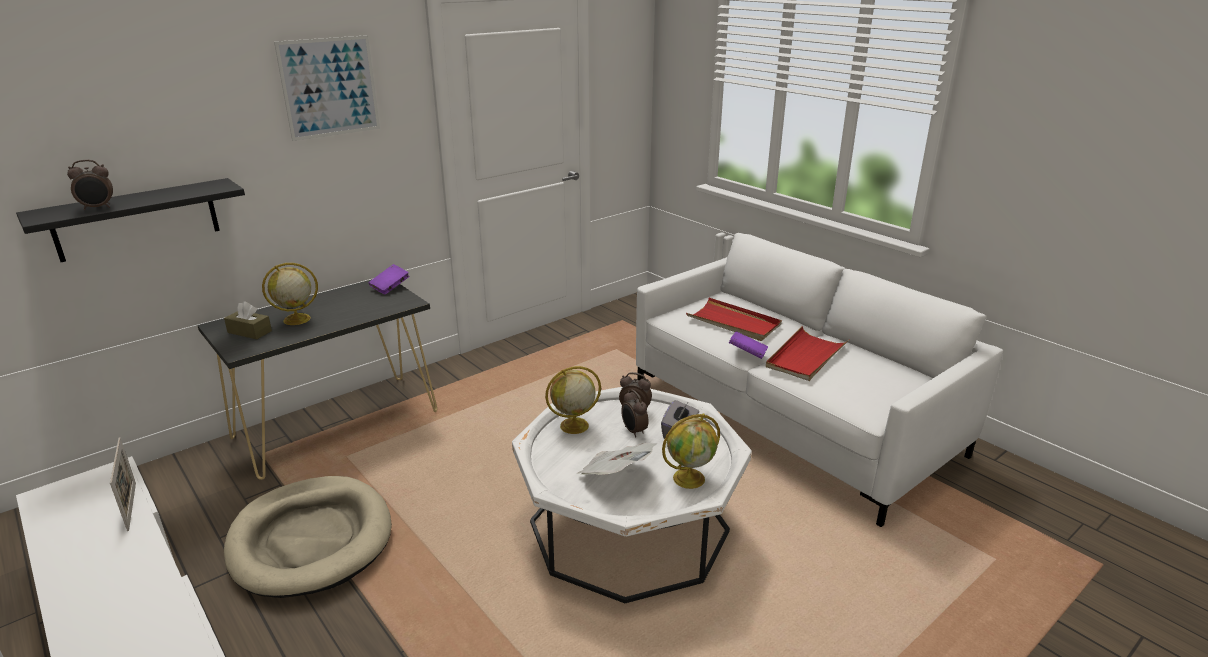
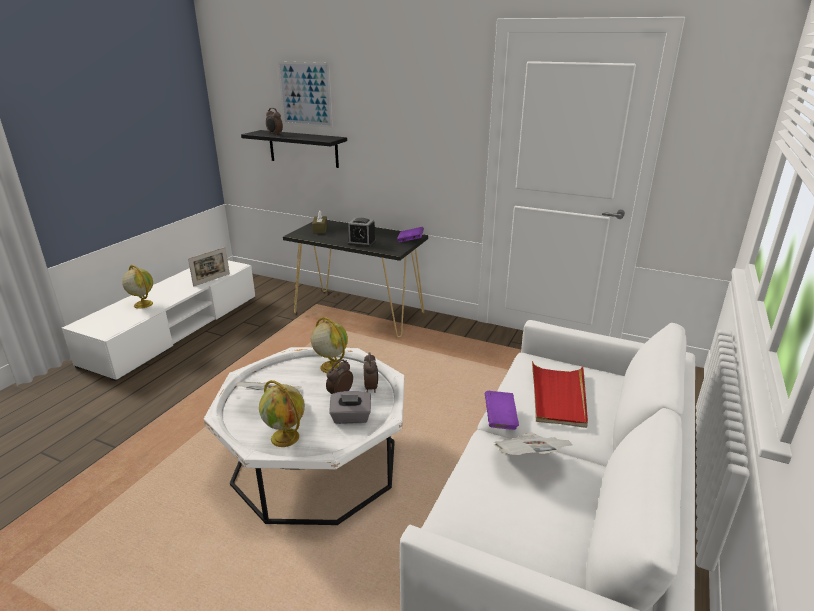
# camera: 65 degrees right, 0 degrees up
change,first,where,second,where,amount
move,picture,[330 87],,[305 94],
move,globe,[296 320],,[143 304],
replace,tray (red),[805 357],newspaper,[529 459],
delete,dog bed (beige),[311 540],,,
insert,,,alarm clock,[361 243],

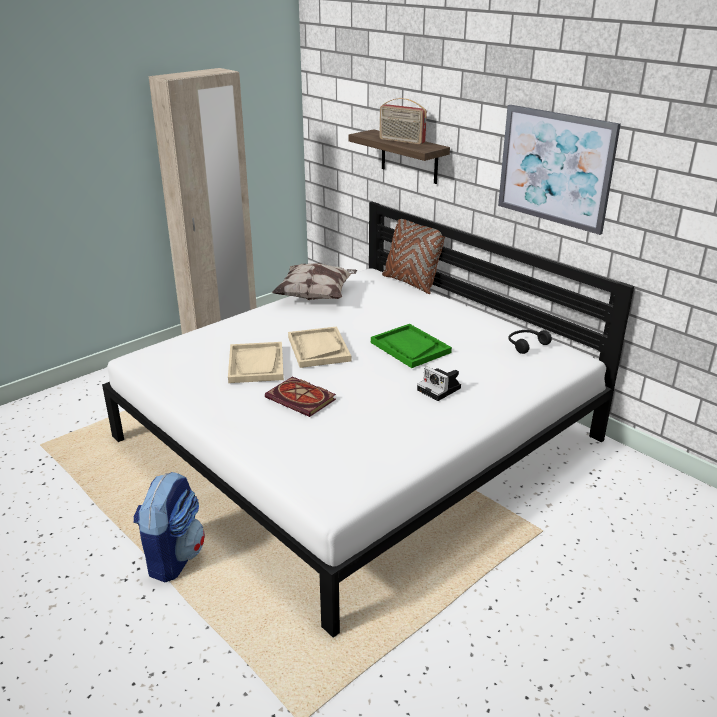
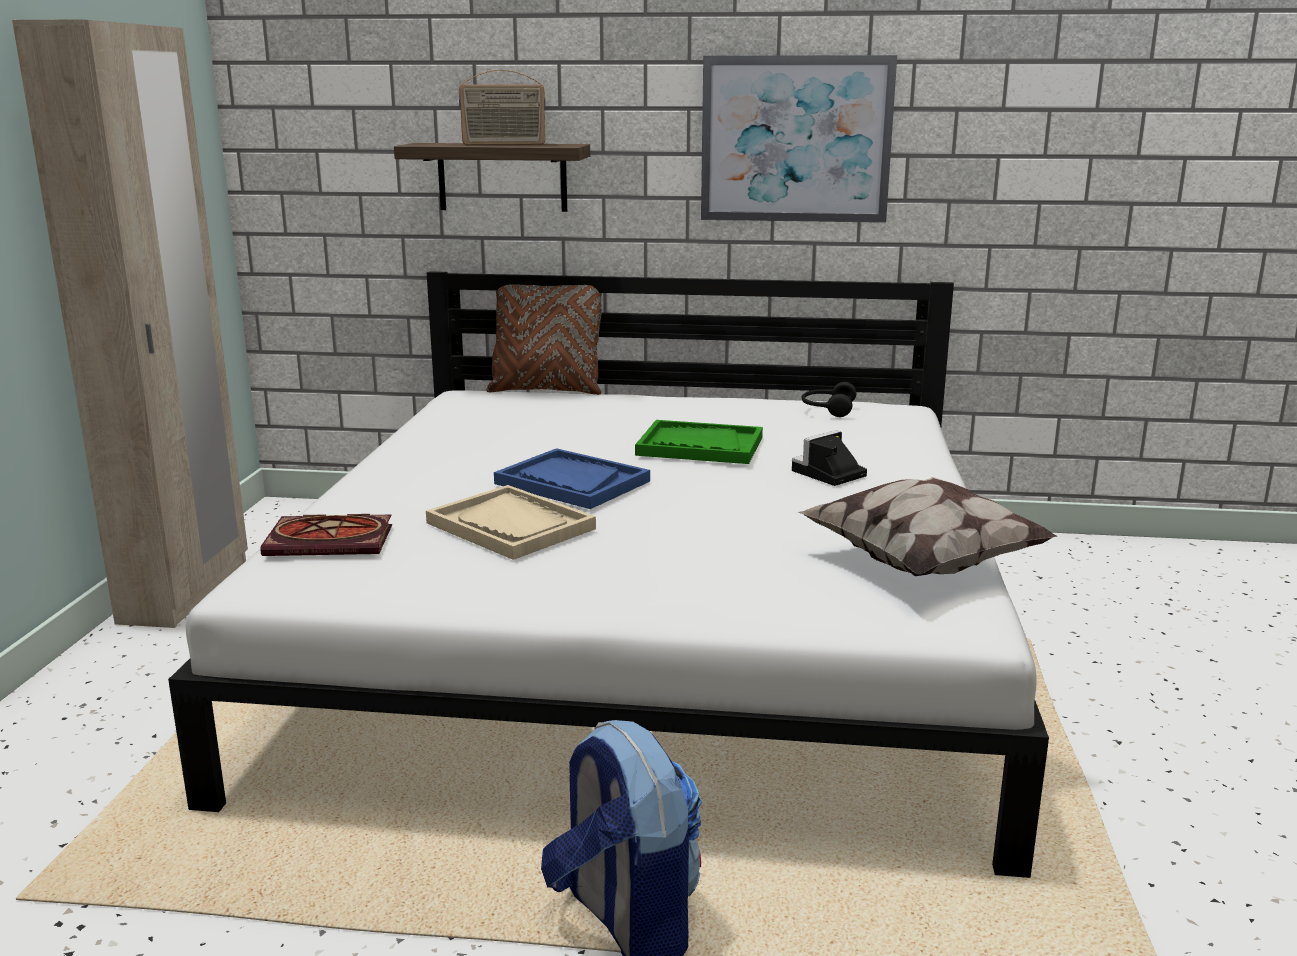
# camera: 40 degrees left, 10 degrees down
change,first,where,second,where,amount
move,pillow,[316 296],,[921 563],
recolor,tray (beige),[318 349],tray (blue),[571 482],
rotate,photo camera,[440 389],,[827 474],135 degrees clockwise
move,book,[302 399],,[333 540],

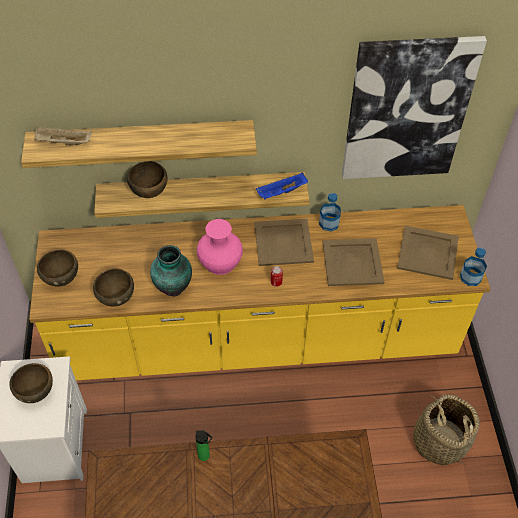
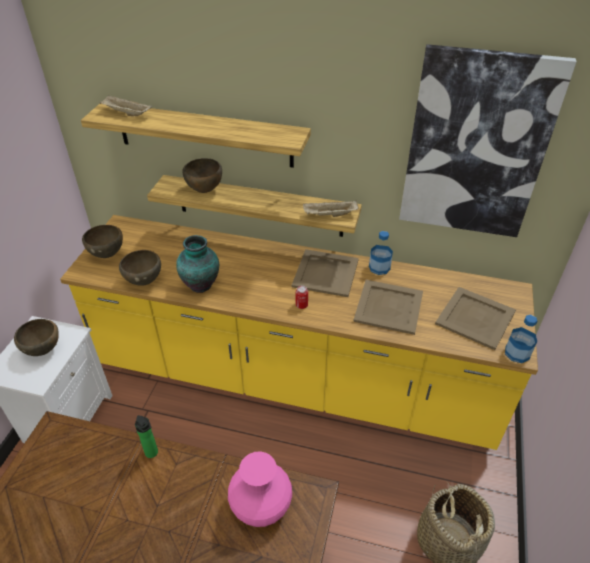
# camera: 20 degrees right, 10 degrees down
change,first,where,second,where,amount
recolor,tray (blue),[281 192],tray (beige),[329 215],
move,vase (pink),[220 262],,[261 505],

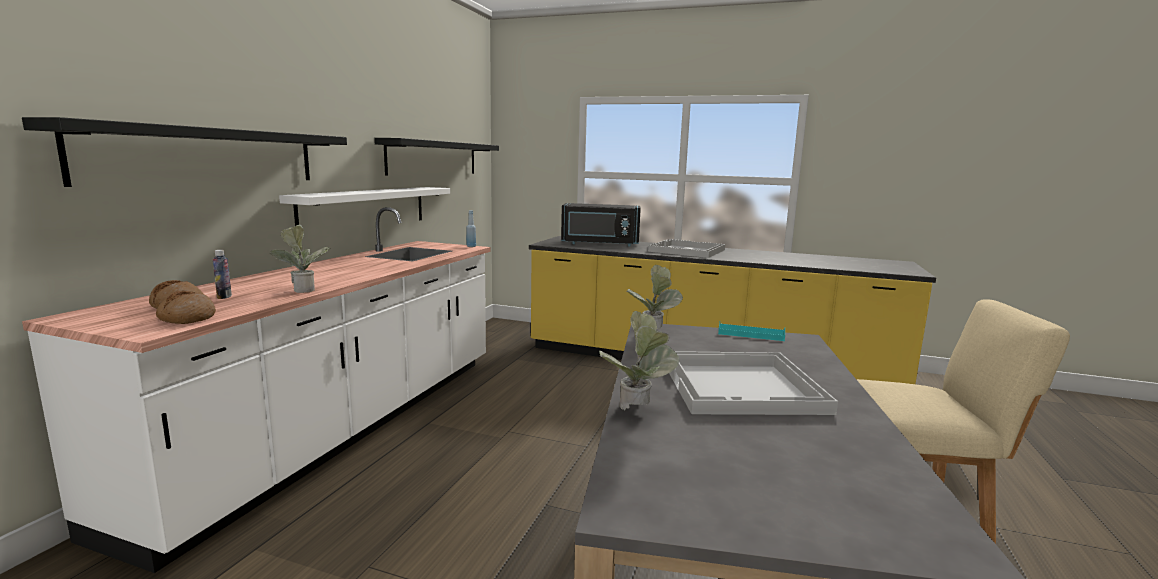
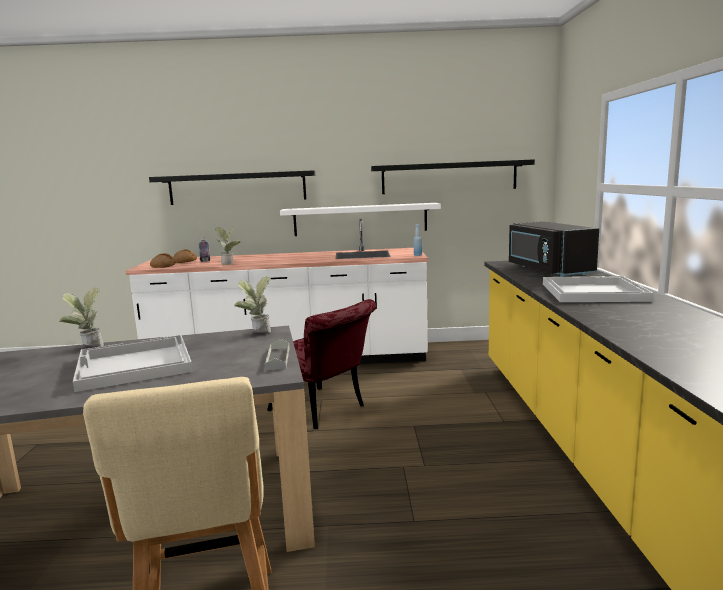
# camera: 70 degrees right, 0 degrees up
change,first,where,second,where,amount
recolor,tray (turquoise),[750 334],tray (grey),[278 358],
insert,,,chair (red),[324 410],

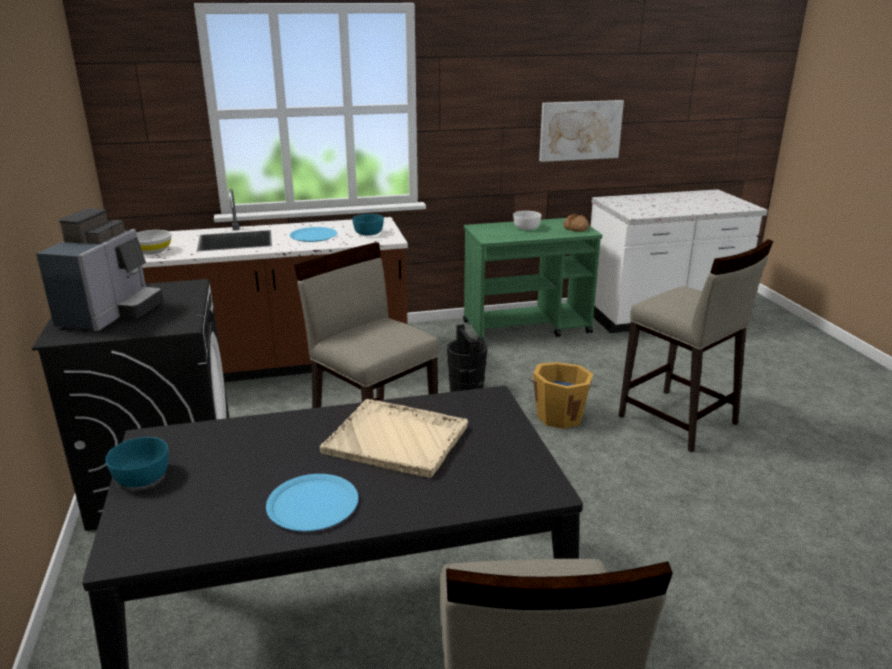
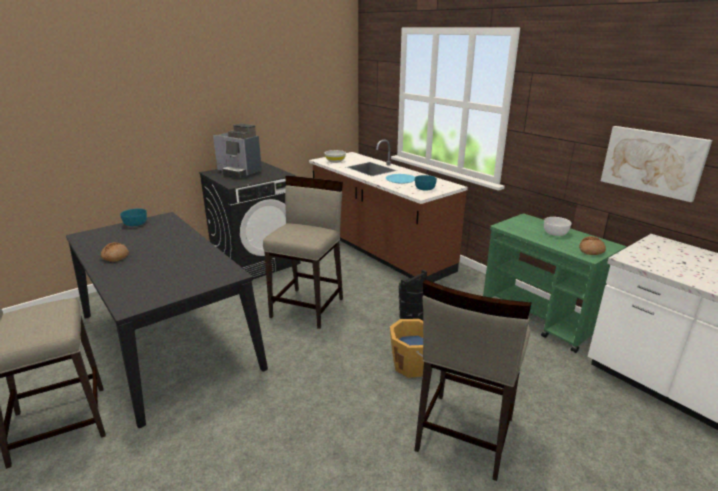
# camera: 65 degrees right, 0 degrees up
change,first,where,second,where,amount
rotate,coffee machine,[111 314],,[239 172],45 degrees clockwise
delete,tray (beige),[397 440],,,
replace,plate (blue),[312 504],bread,[115 256],

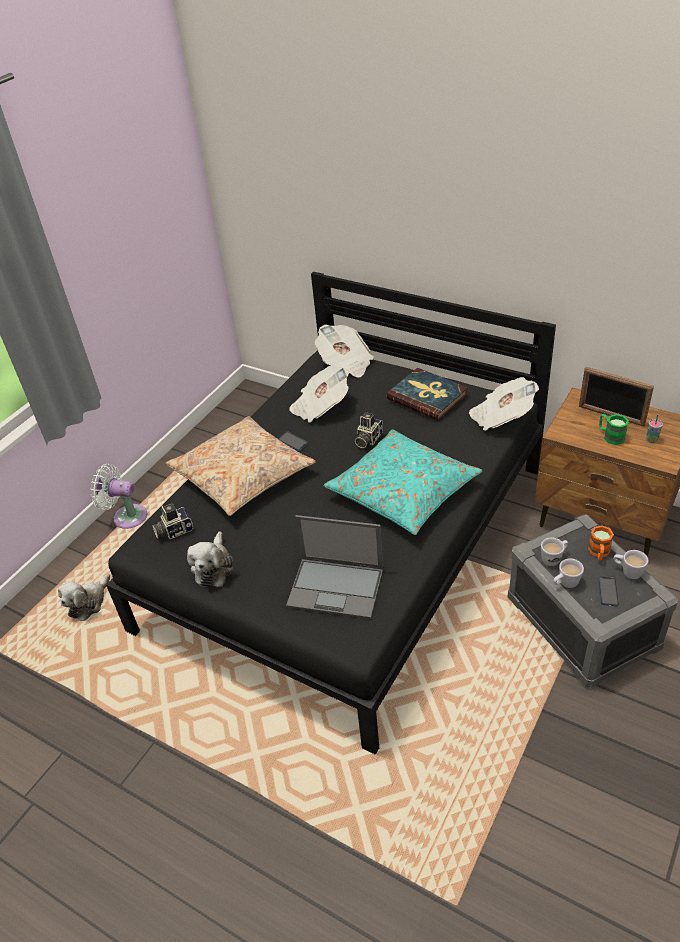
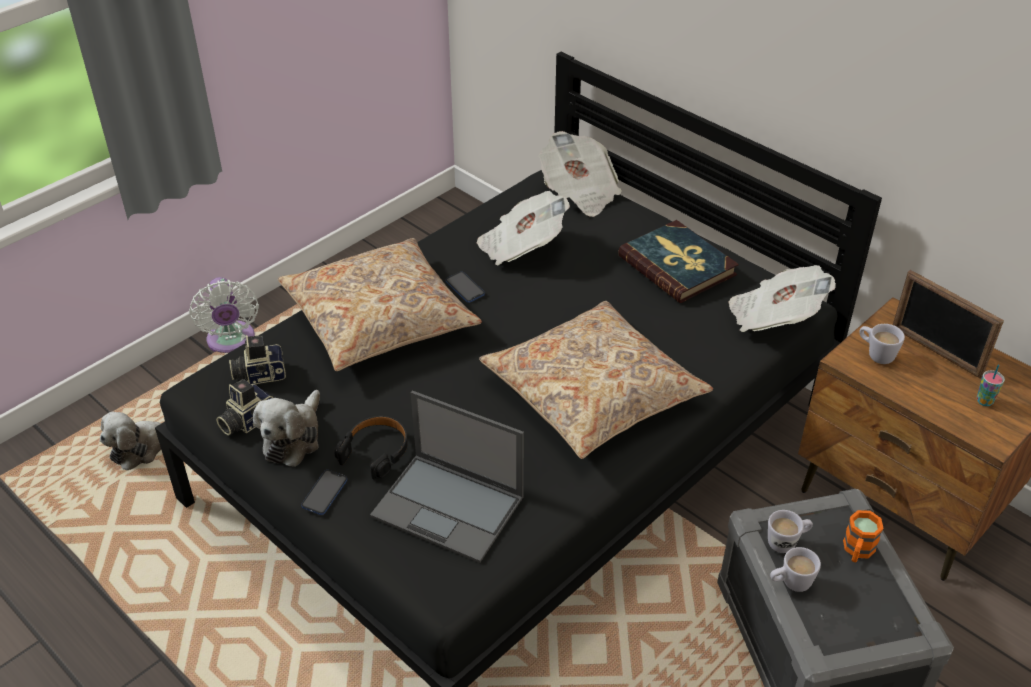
# camera: 10 degrees right, 0 degrees up
change,first,where,second,where,amount
move,photo camera,[367 439],,[246 420],
delete,mug (green),[610 436],,,
recolor,pillow (turquoise),[403 491],pillow (beige),[593 393],
rotate,fan (white),[127 516],,[231 342],135 degrees counterclockwise
move,mug (white),[627 571],,[875 354],
move,phone,[608 592],,[324 493],
insert,,,headphones (black),[376 451],

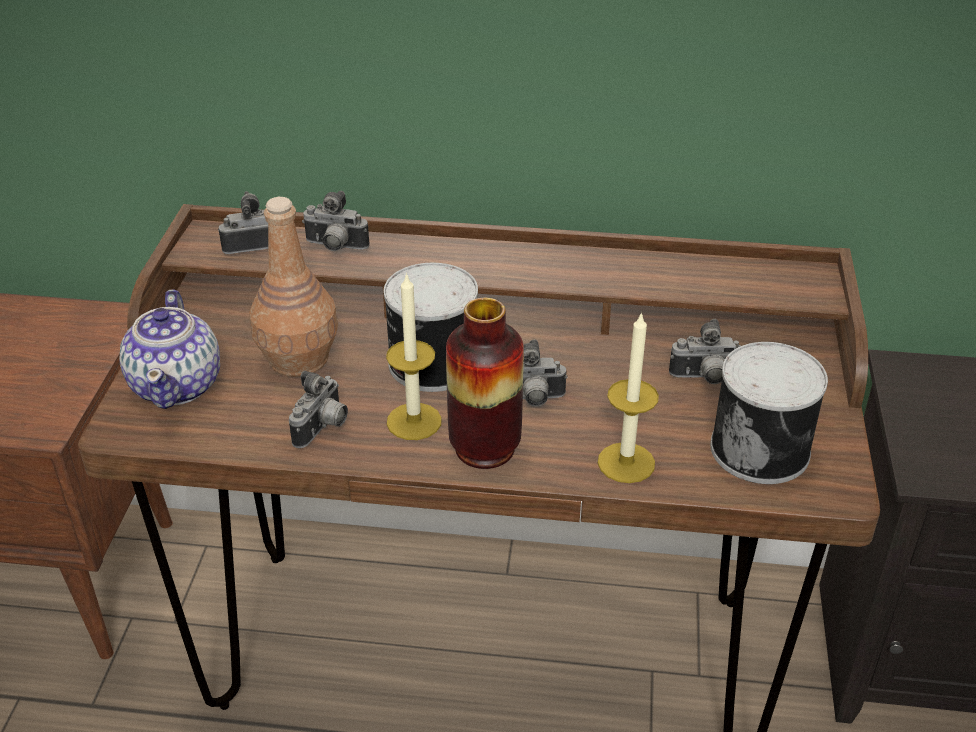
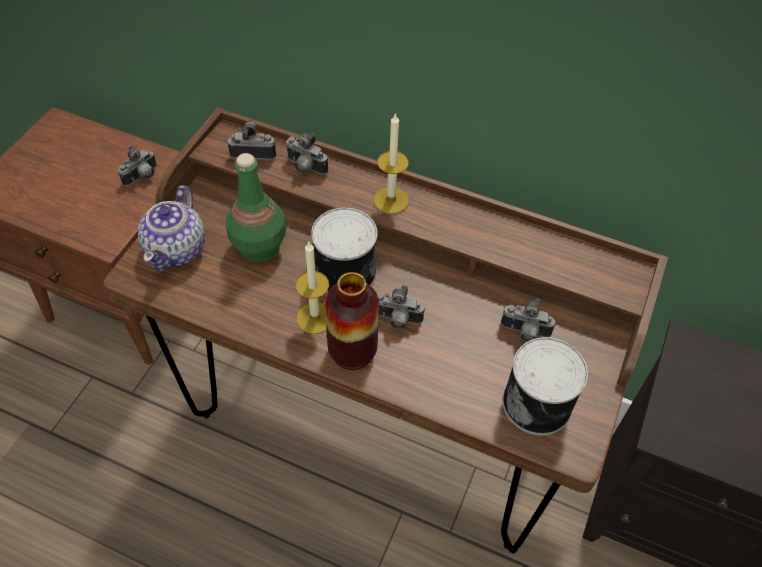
# camera: 15 degrees right, 15 degrees up
change,first,where,second,where,amount
recolor,bottle (brown),[299 359],bottle (green),[259 247],
move,candle,[626 463],,[391 200],
move,photo camera,[323 428],,[142 177],

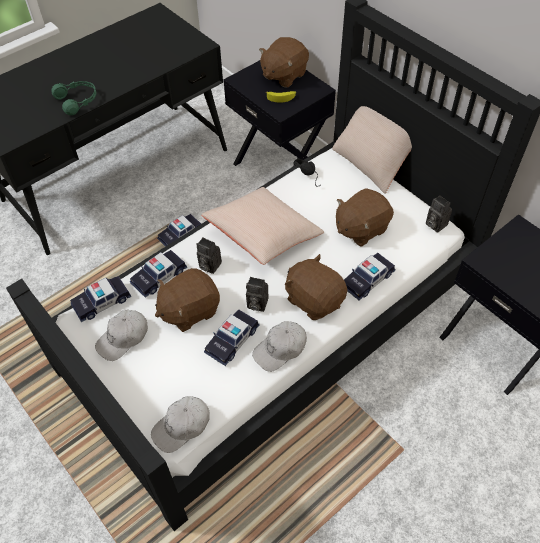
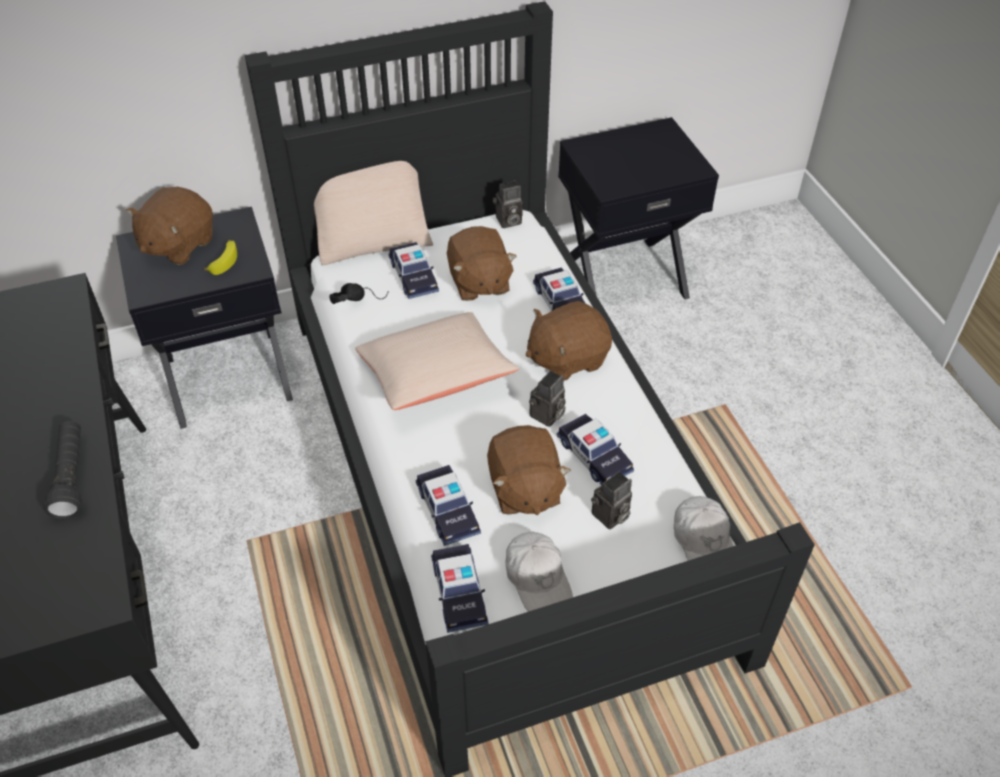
# camera: 70 degrees left, 5 degrees down
change,first,where,second,where,amount
rotate,plush toy (brown),[283 75],,[178 245],60 degrees clockwise
replace,headphones (green),[78 101],flashlight (black),[71 477],
move,toy car,[180 235],,[413 276],
move,photo camera,[208 265],,[610 517],
delete,cap (white),[280 349],,,

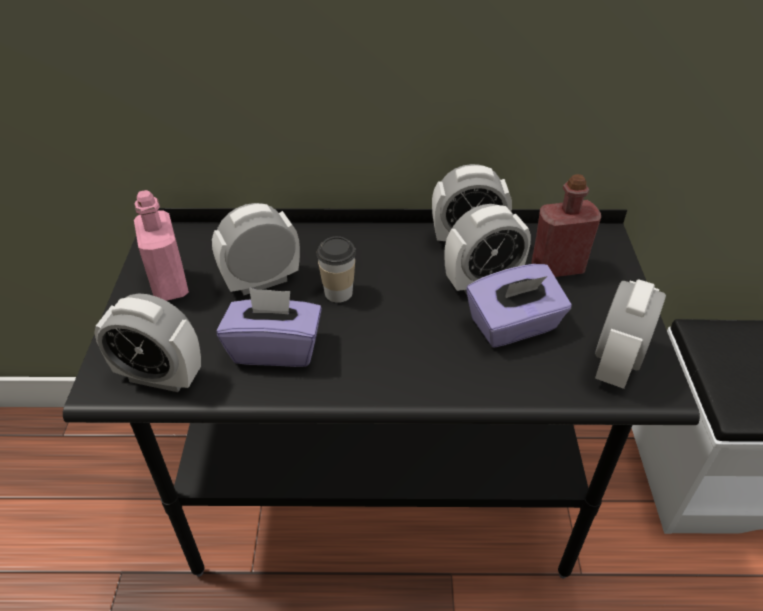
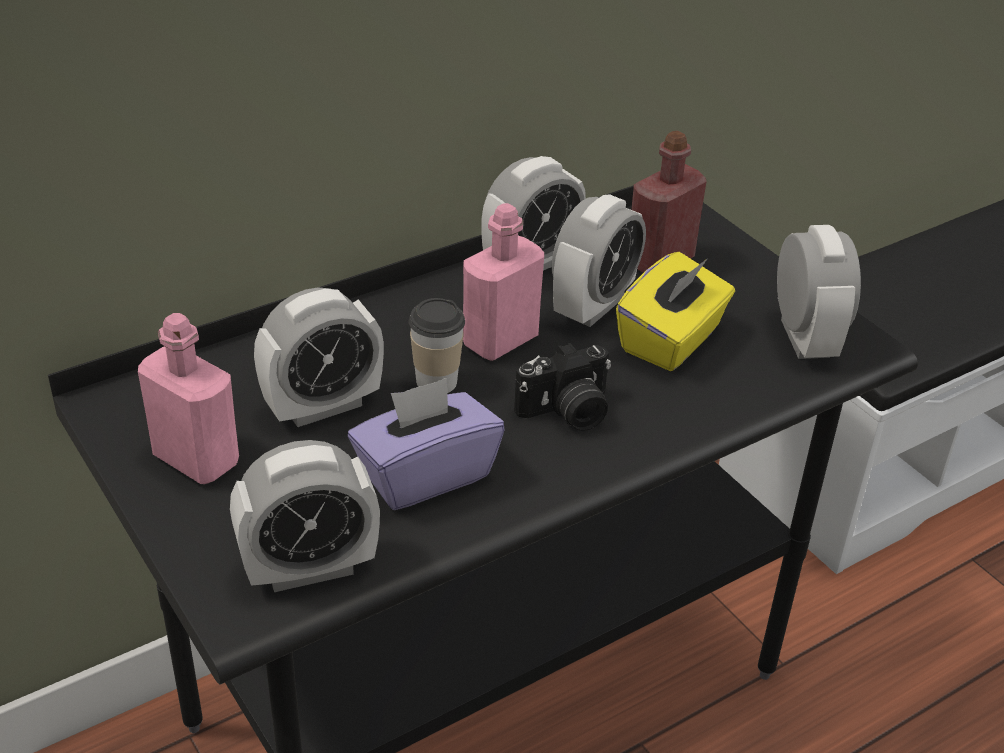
# camera: 35 degrees left, 5 degrees down
change,first,where,second,where,amount
rotate,alarm clock,[262 281],,[322 406],150 degrees counterclockwise
recolor,tissue box (purple),[514 326],tissue box (yellow),[671 340],
insert,,,bottle (pink),[500 340],
insert,,,photo camera,[567 412],

